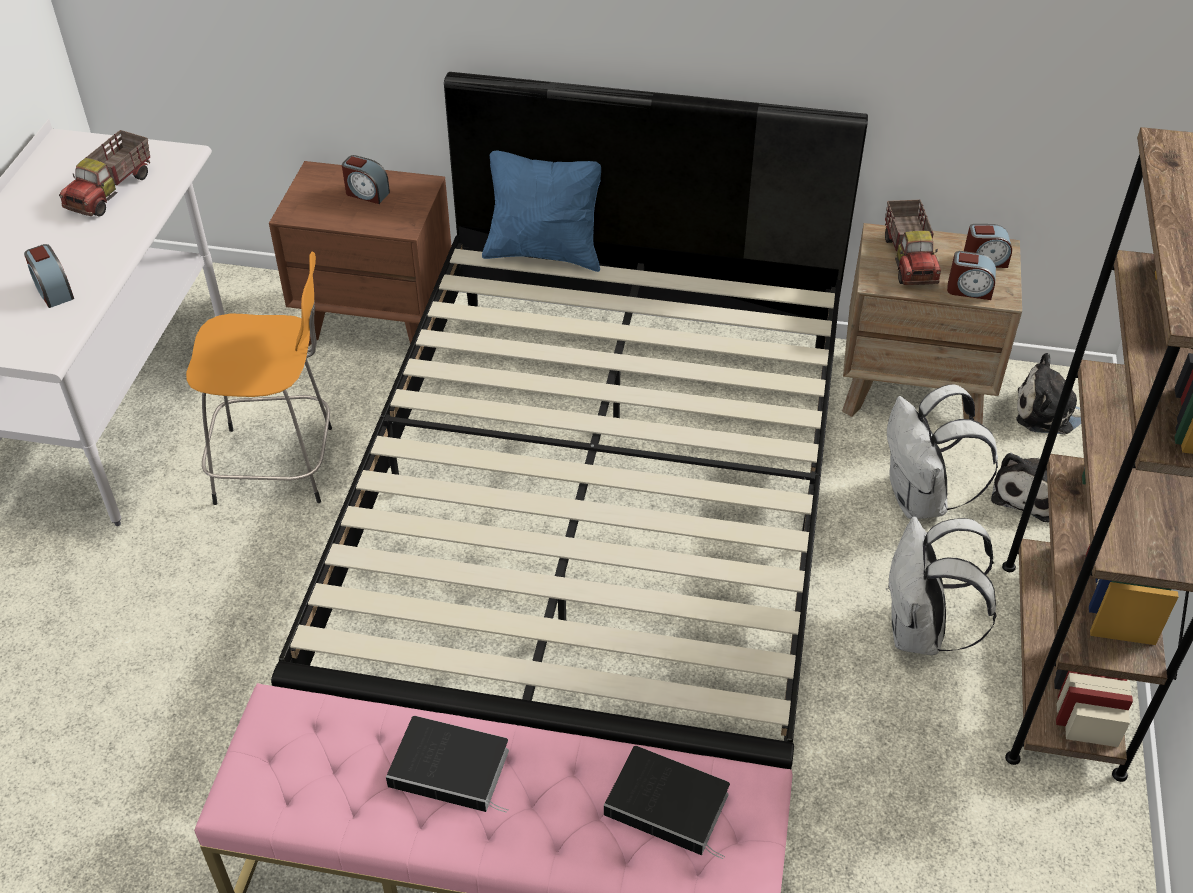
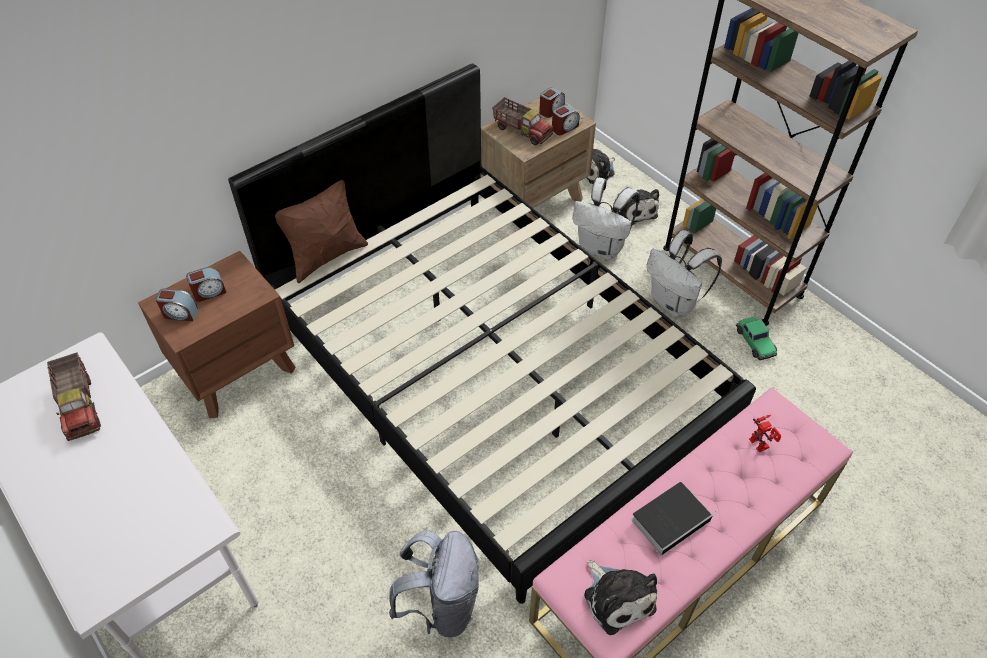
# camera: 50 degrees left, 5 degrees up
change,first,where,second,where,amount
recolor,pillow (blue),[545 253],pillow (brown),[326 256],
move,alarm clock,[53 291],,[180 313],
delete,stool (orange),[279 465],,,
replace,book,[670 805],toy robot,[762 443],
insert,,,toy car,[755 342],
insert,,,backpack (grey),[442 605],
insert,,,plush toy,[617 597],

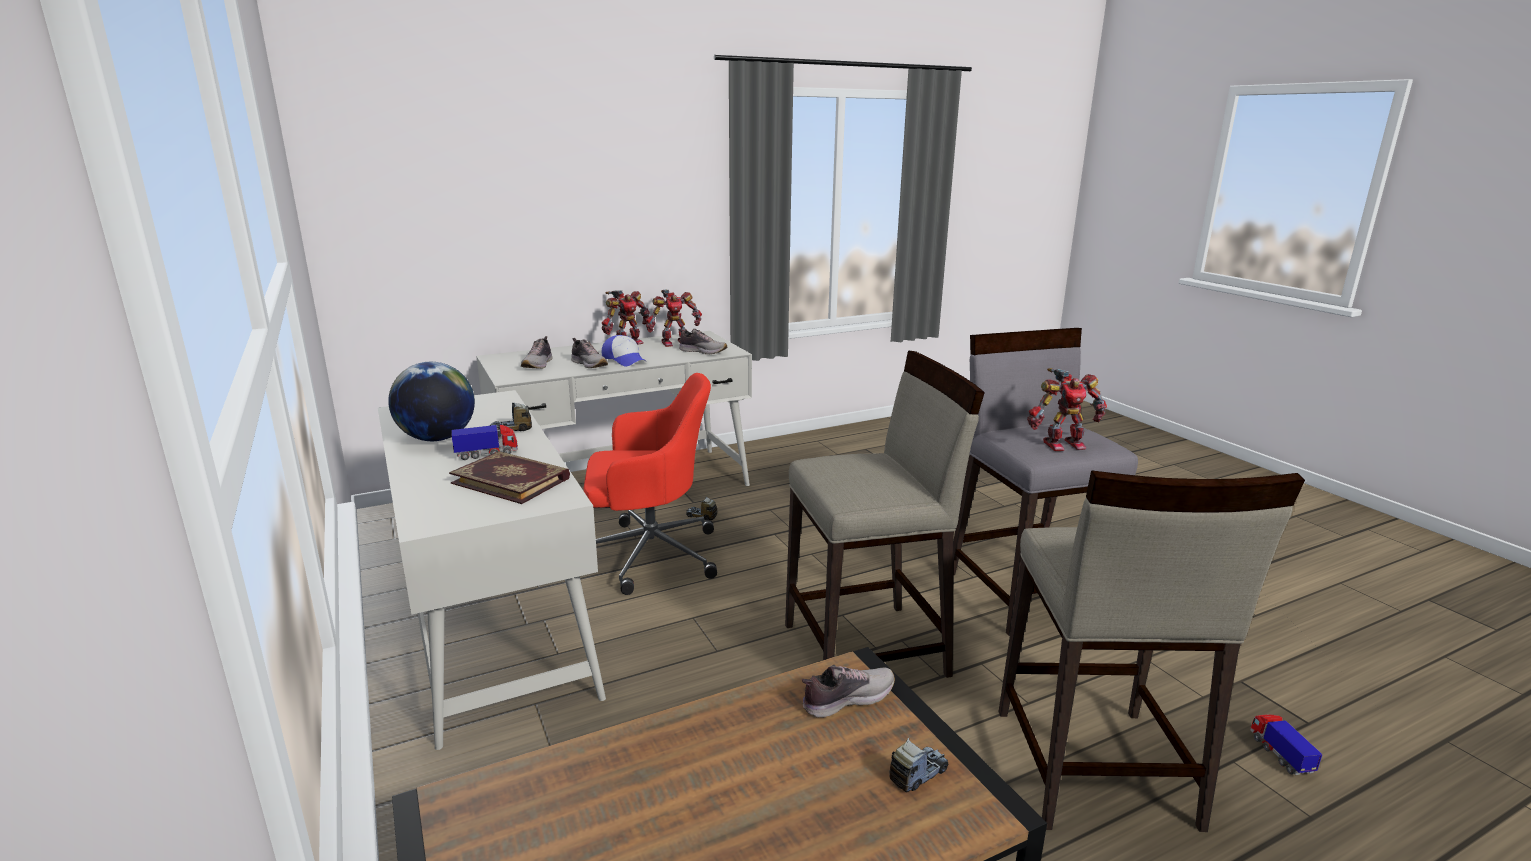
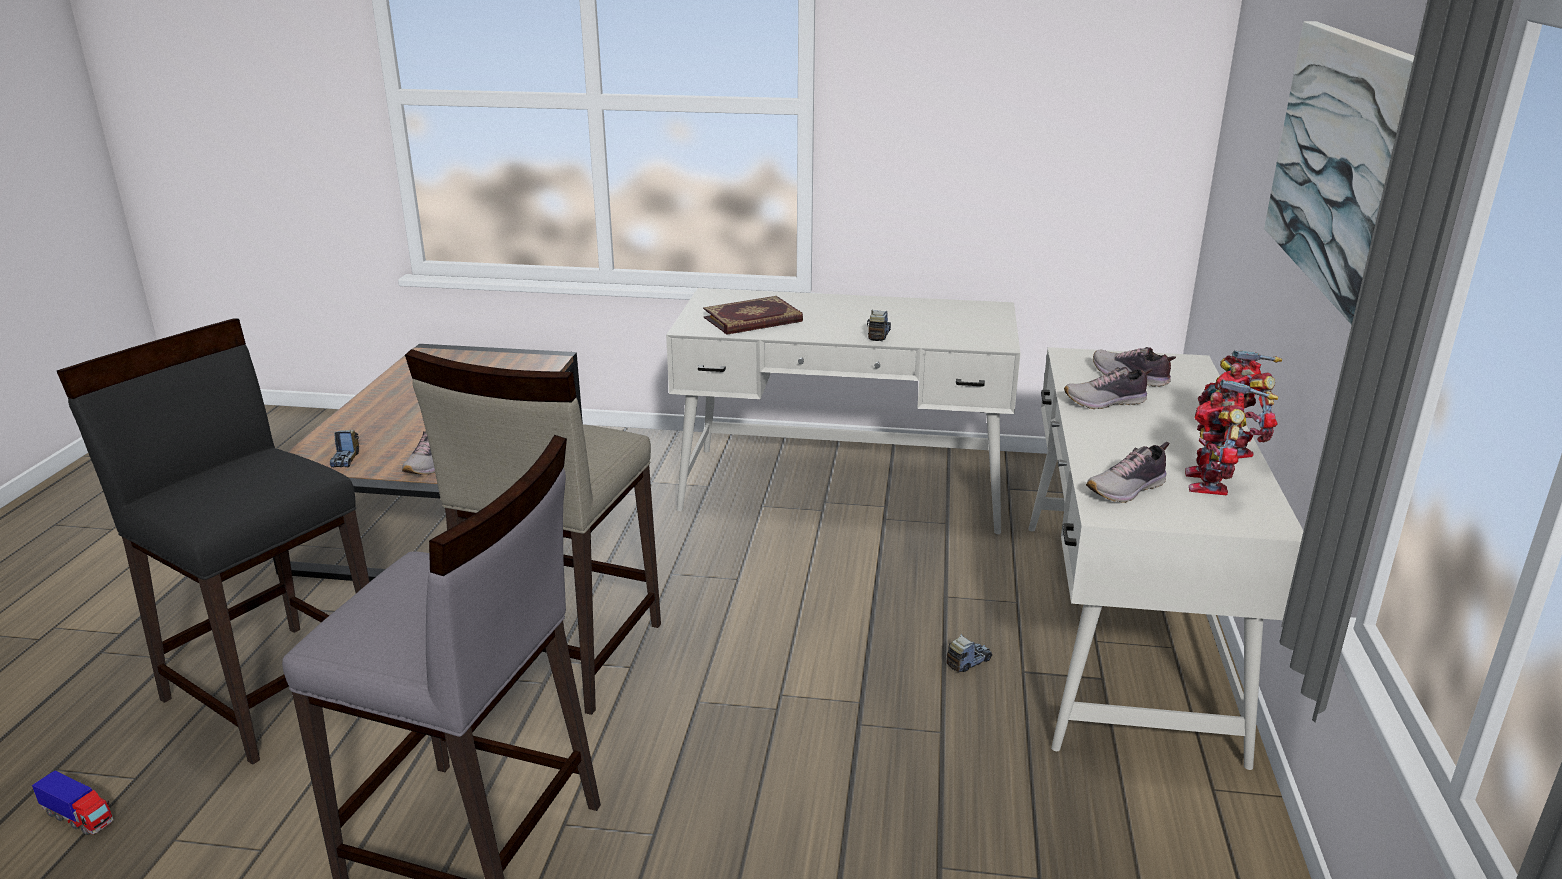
# camera: 125 degrees right, 5 degrees up
change,first,where,second,where,amount
delete,cap,[625 360],,,
delete,globe,[437 438],,,
delete,toy robot,[1062 444],,,
delete,office chair (red),[649 555],,,
delete,toy truck,[487 454],,,
recolor,stool (beige),[1092 768],stool (black),[276 688],
insert,,,picture,[1342 161],

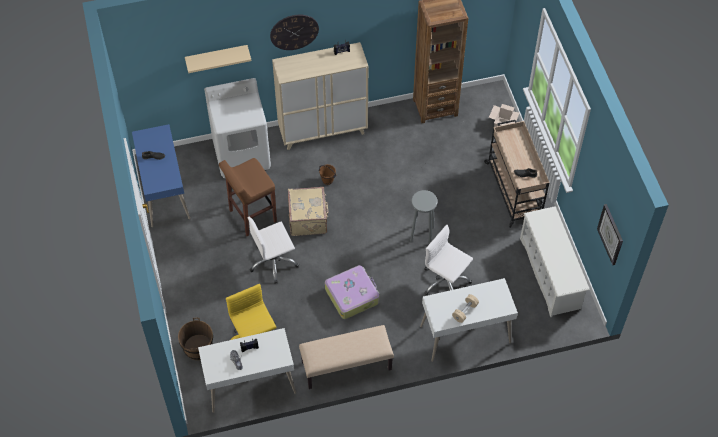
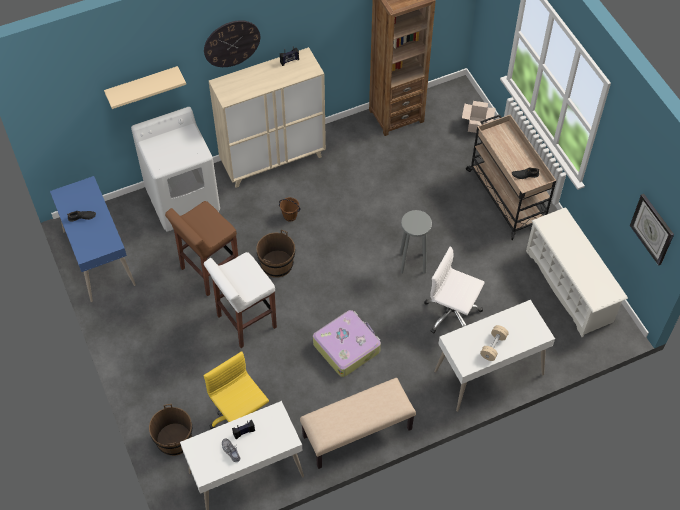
# camera: 10 degrees left, 0 degrees up
change,first,where,second,where,amount
replace,suitcase (beige),[308 218],bucket (brown),[277 264],
replace,office chair (white),[273 262],stool (white),[245 322],

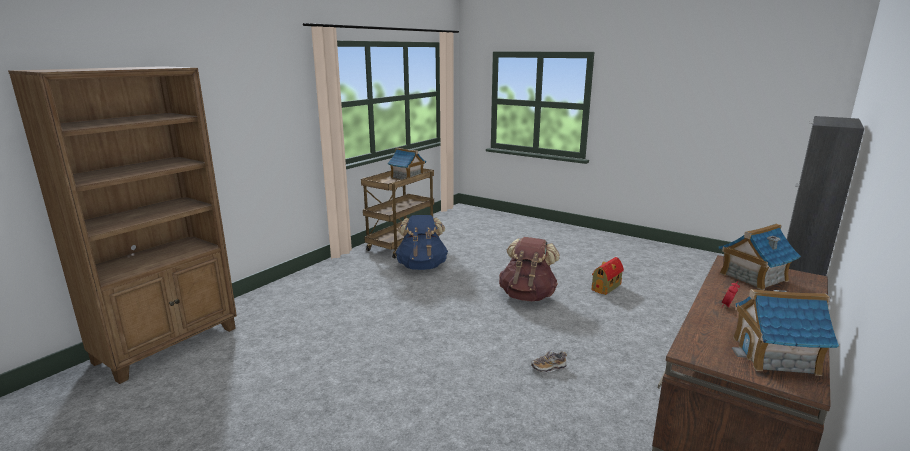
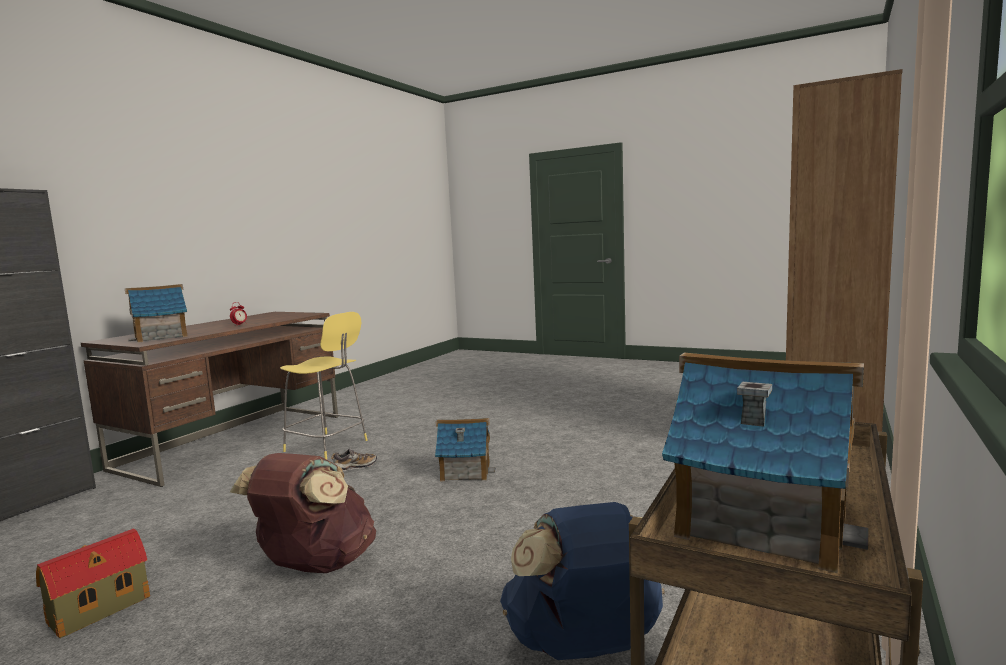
# camera: 175 degrees right, 10 degrees down
change,first,where,second,where,amount
move,toy house,[775 356],,[465 471],
insert,,,stool (yellow),[328 446],

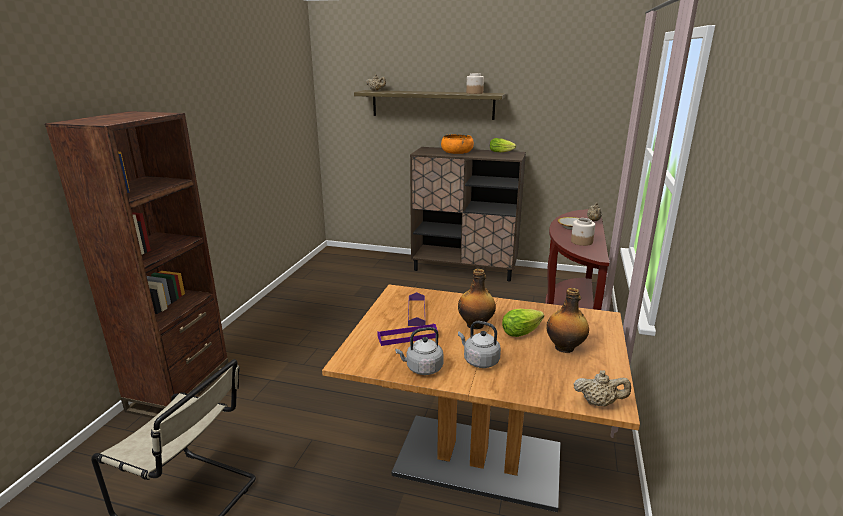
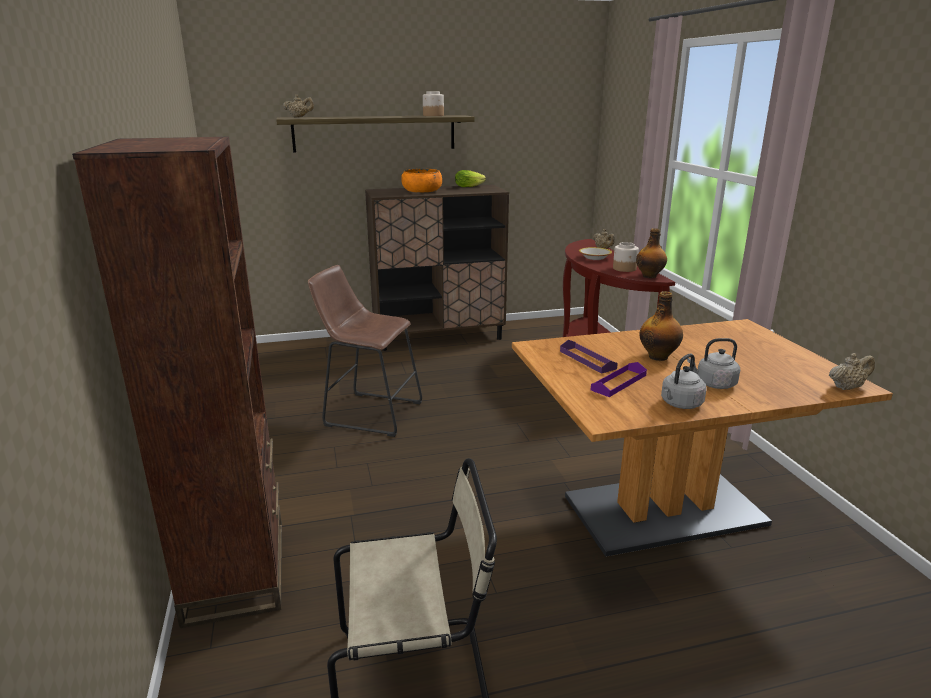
# camera: 30 degrees left, 0 degrees up
change,first,where,second,where,amount
move,bottle,[565 348],,[650 276],
delete,lettuce,[523 331],,,
insert,,,stool (brown),[369 413],

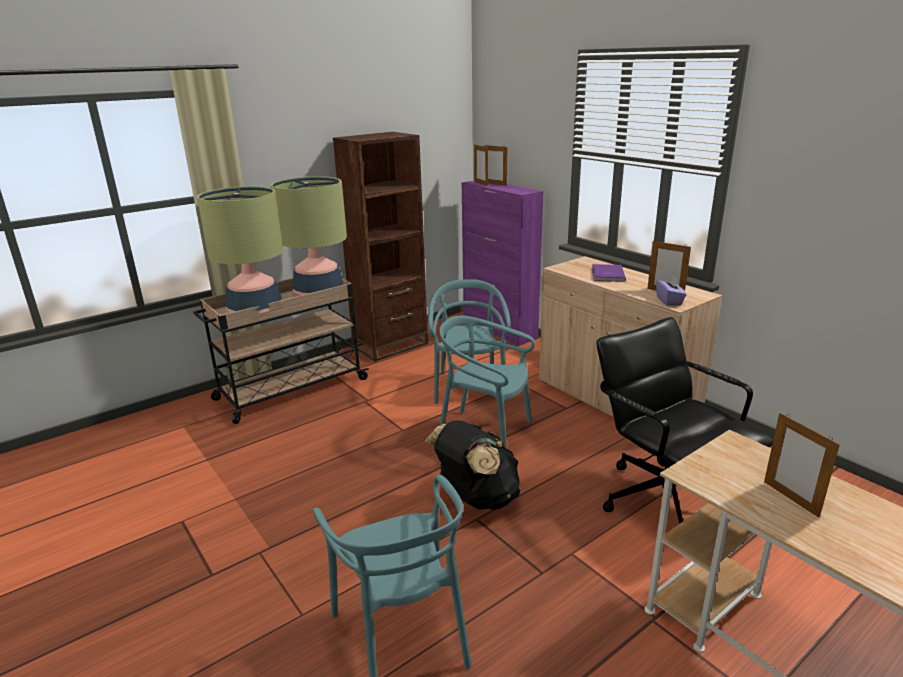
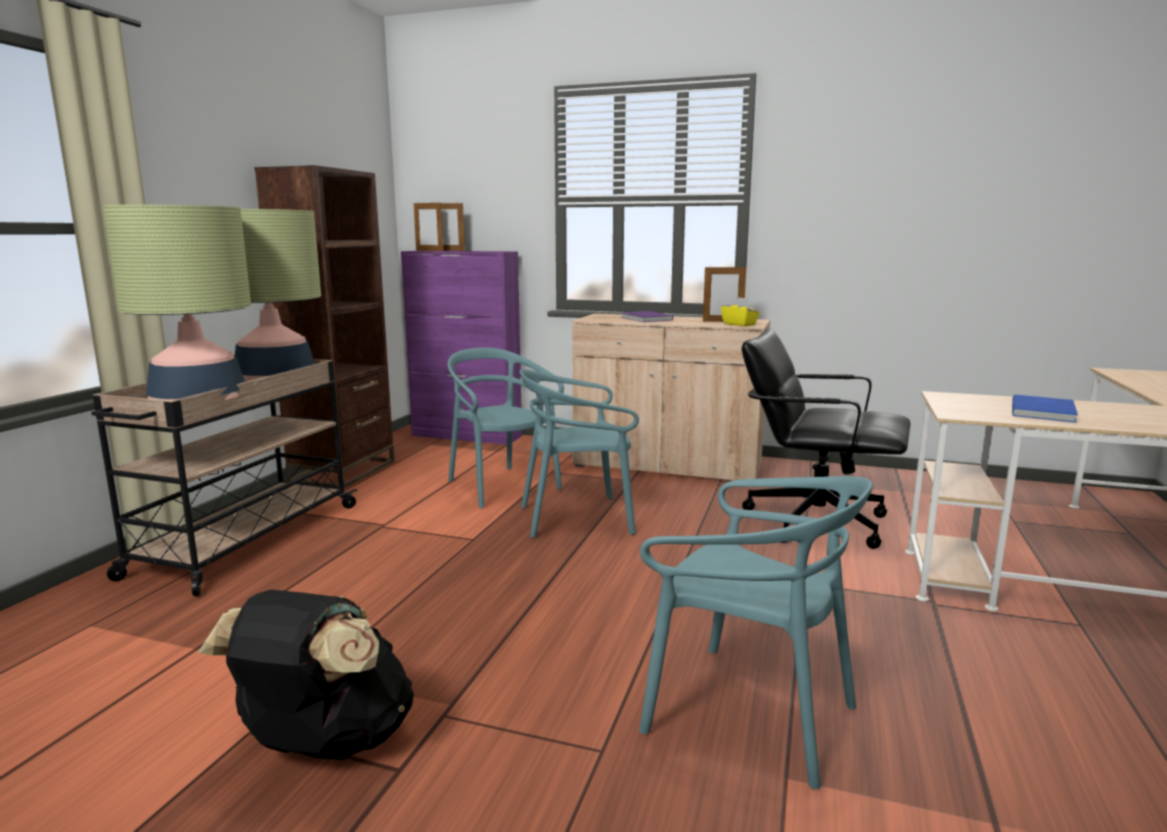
# camera: 35 degrees left, 10 degrees down
change,first,where,second,where,amount
recolor,tissue box (purple),[669 301],tissue box (yellow),[739 324],
replace,picture frame,[790 499],book (blue),[1045 411],
move,backpack (black),[476 498],,[324 744],

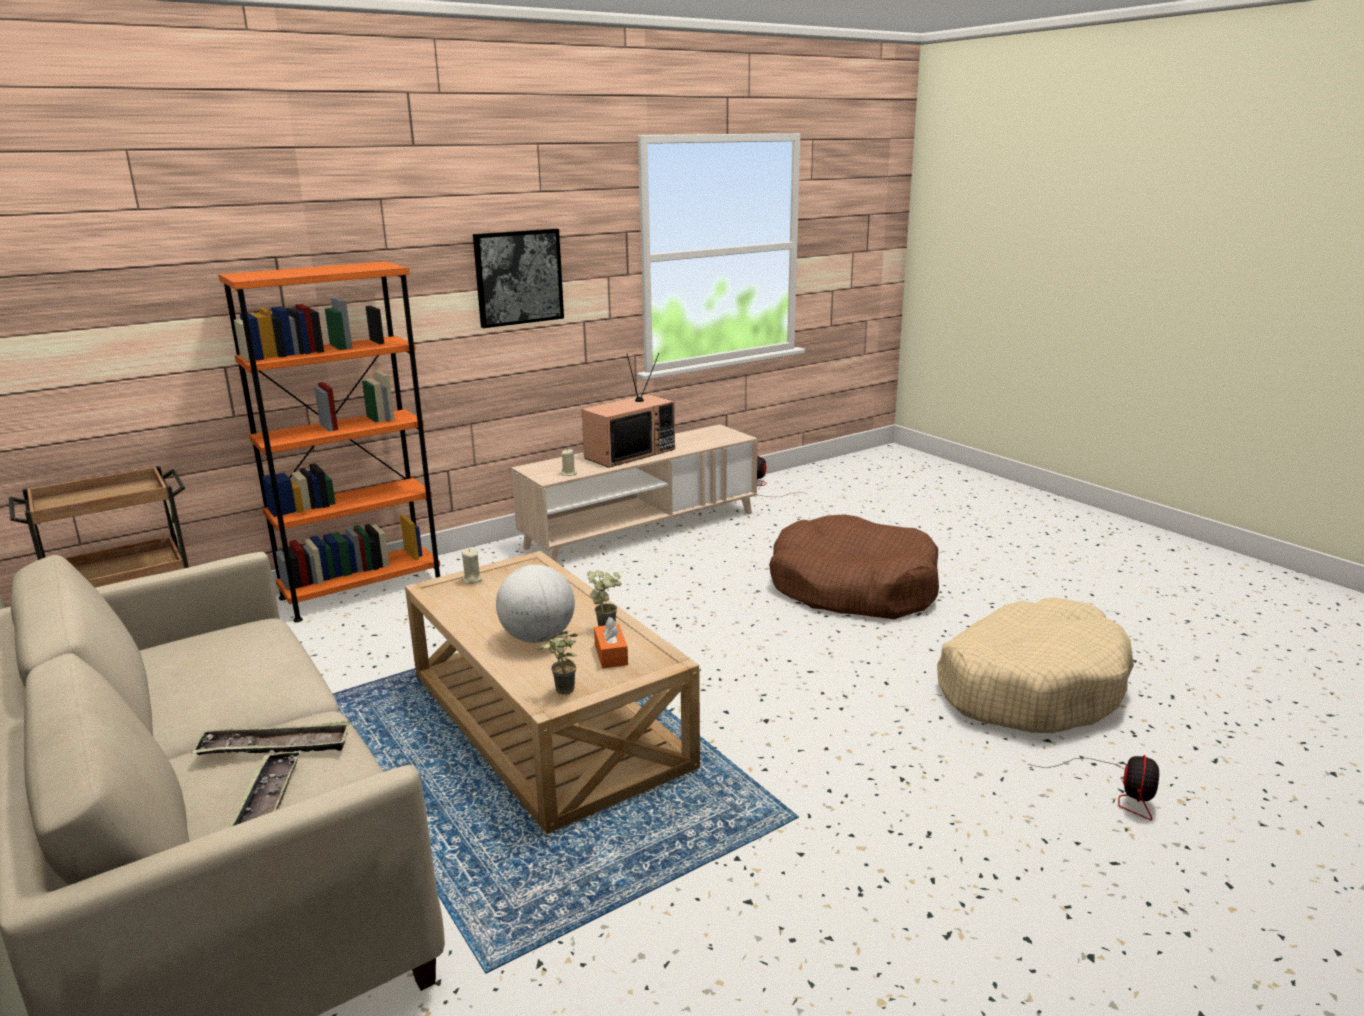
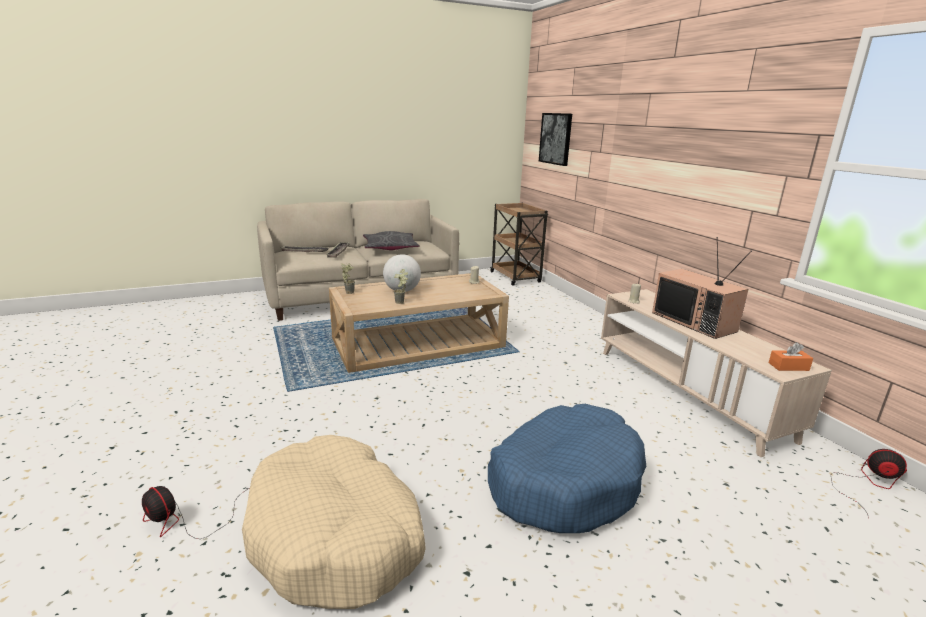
# camera: 100 degrees right, 0 degrees up
change,first,where,second,where,amount
move,picture,[518 277],,[556 138],
delete,bookcase (orange),[362 590],,,
recolor,dog bed (brown),[853 588],dog bed (blue),[564 481],
move,tissue box (orange),[611 655],,[788 366],
insert,,,pillow (grey),[390 248],

